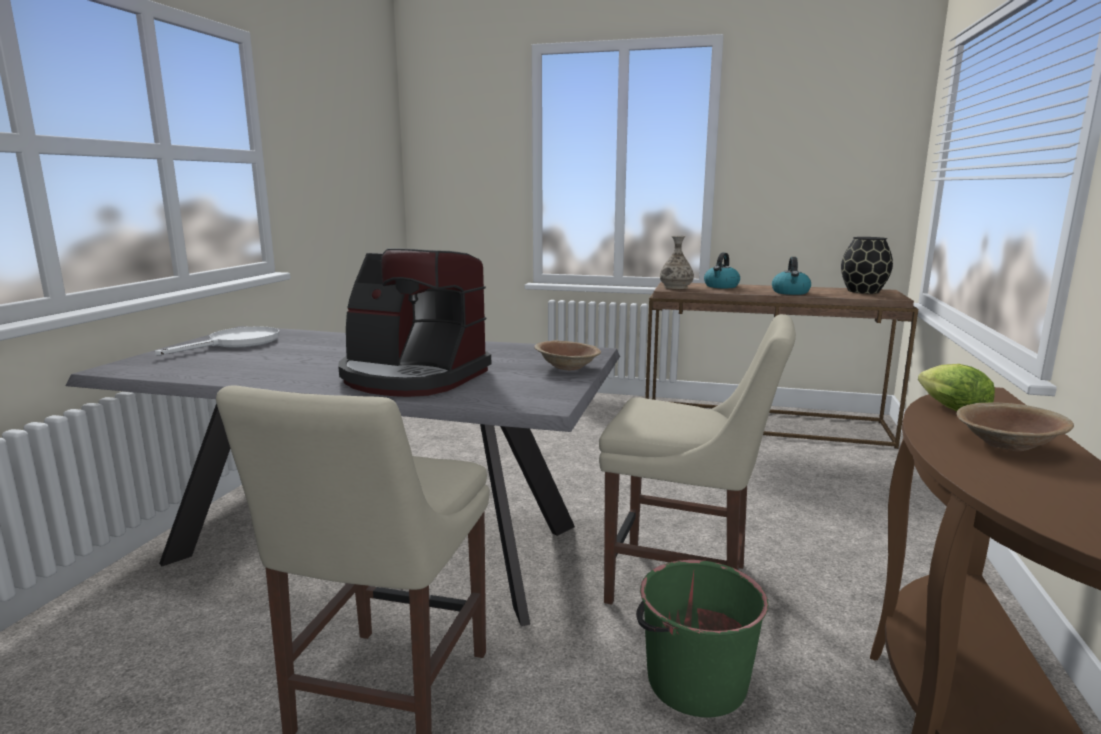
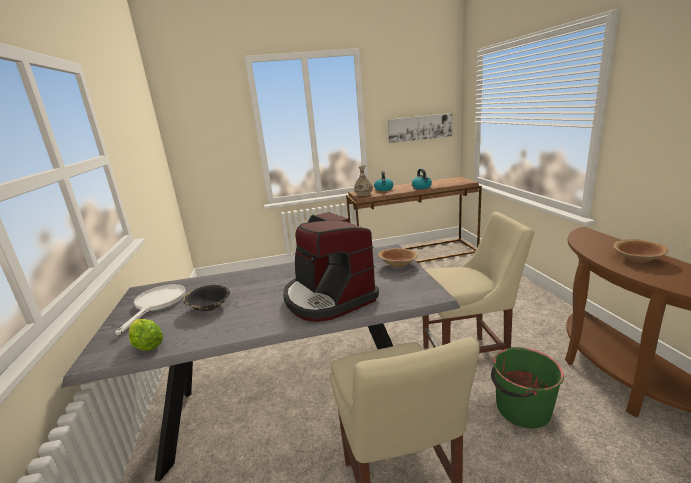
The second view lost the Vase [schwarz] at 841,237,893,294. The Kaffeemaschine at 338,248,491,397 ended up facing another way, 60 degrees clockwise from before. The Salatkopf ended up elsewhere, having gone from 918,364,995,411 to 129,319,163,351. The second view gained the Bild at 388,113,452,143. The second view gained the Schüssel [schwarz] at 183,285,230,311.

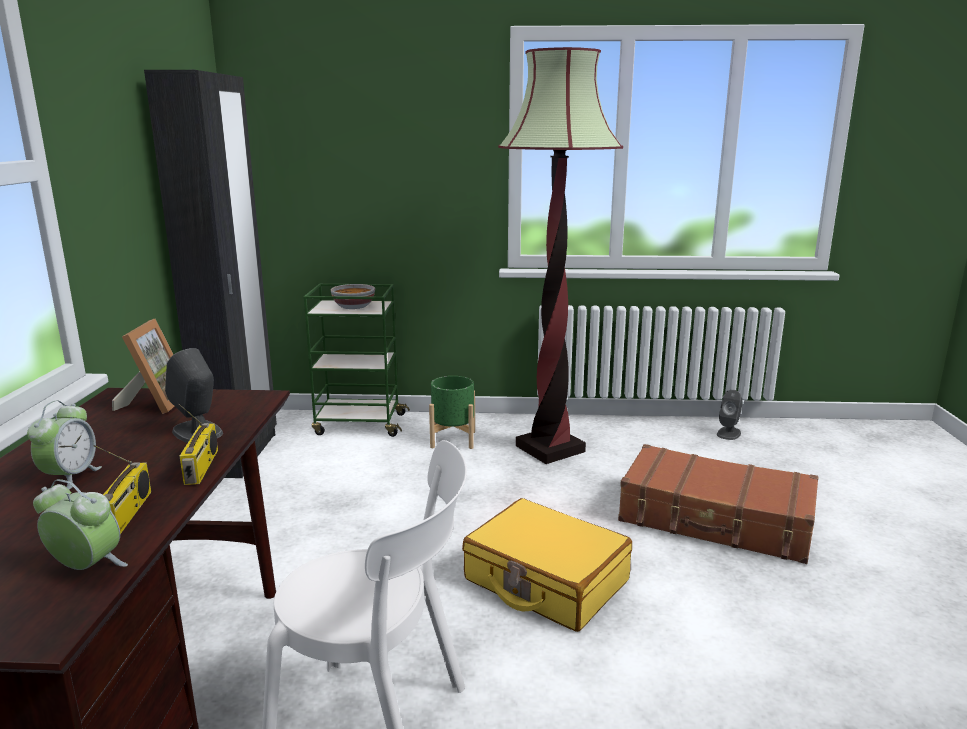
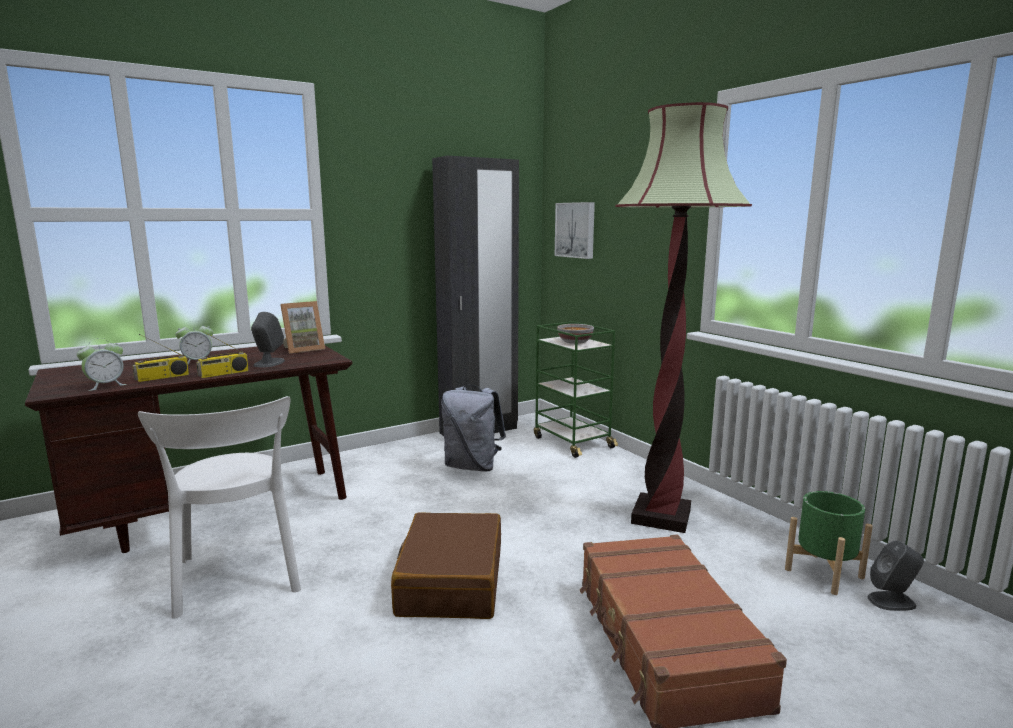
The Pflanzkübel [grün] ended up elsewhere, having gone from 429,376,475,449 to 785,491,873,595. The Wecker at 33,479,128,570 ended up facing another way, 60 degrees clockwise from before. What was the Koffer [gelb] at 462,498,632,632 turned into the Koffer [braun] at 391,513,501,619. The second view gained the Bild at 555,202,595,259. The second view gained the Rucksack [grau] at 441,385,506,472.

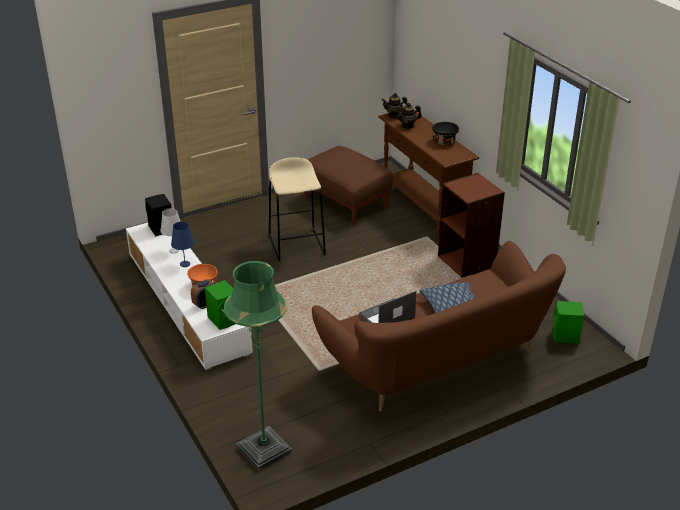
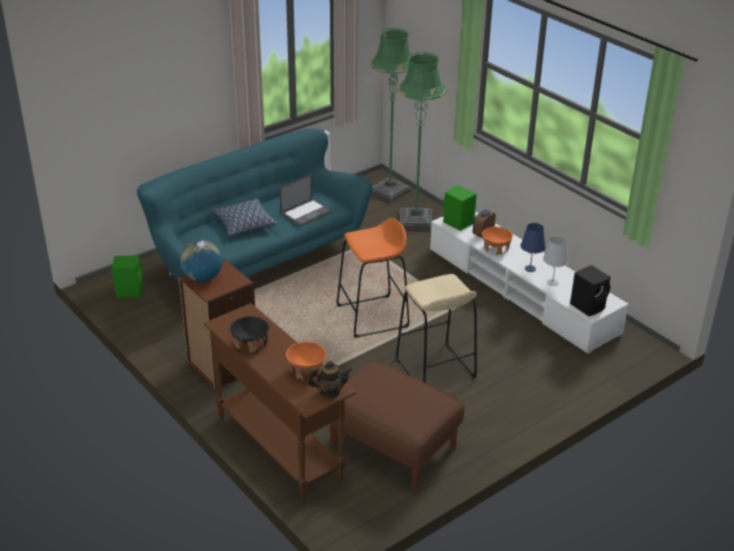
Where the Teekanne stood at 395,103,422,129, the Schüssel [orange] came to stand at 286,342,326,381. What was the Sofa [braun] at 312,241,566,411 turned into the Sofa [türkis] at 137,129,372,282. The second view gained the Stehlampe [grün] at 398,52,447,230. The second view gained the Hocker [orange] at 337,218,409,338. The second view gained the Globus at 180,240,223,282.

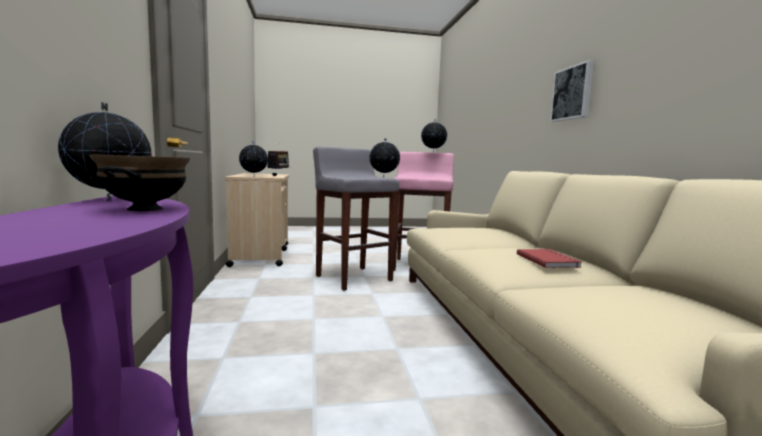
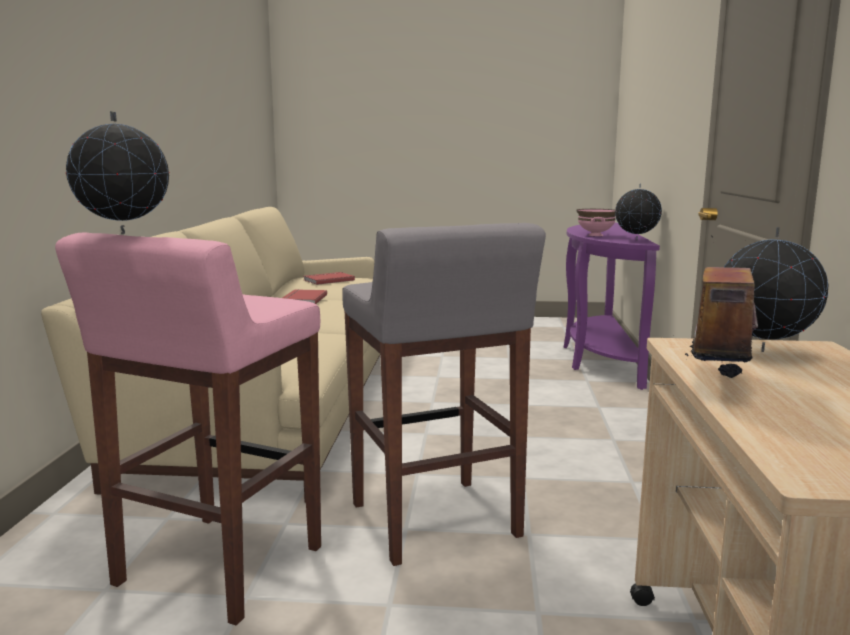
The second view lost the Bild at 550,60,594,122. The second view lost the Globus at 369,138,400,176. What was the Schüssel [schwarz] at 89,154,190,211 turned into the Schüssel [rosa] at 577,209,615,236. The second view gained the Buch [rot] at 304,272,355,285.

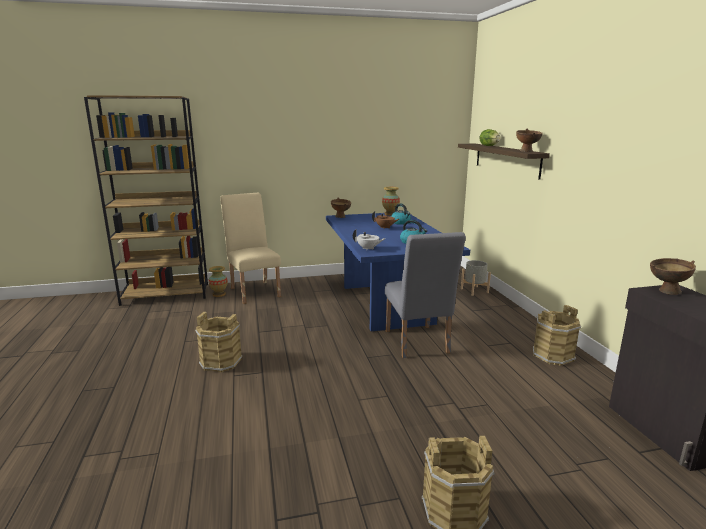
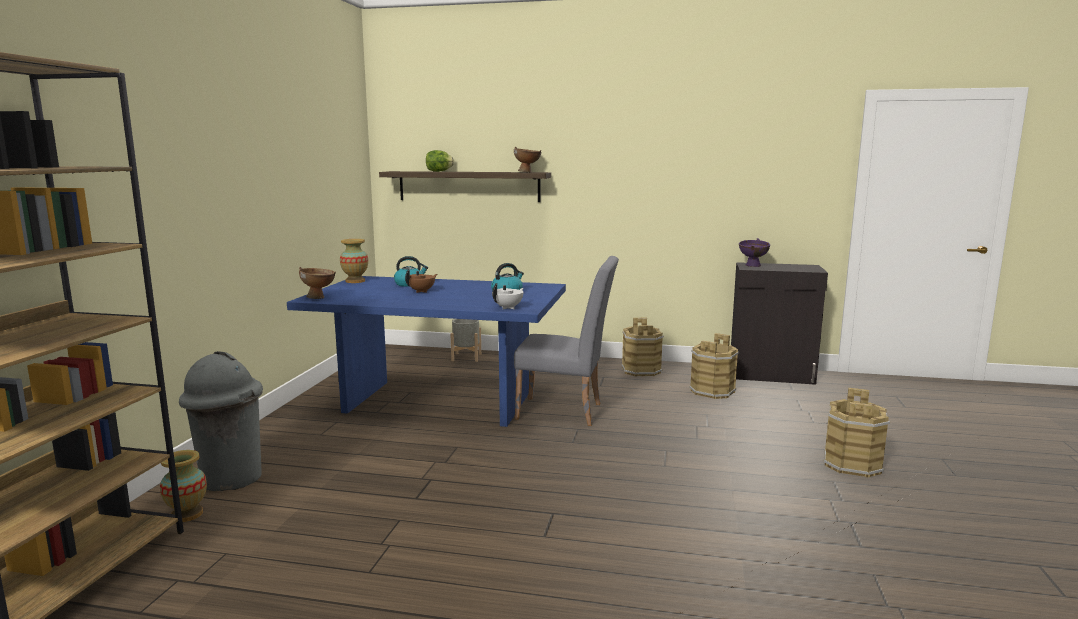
Where the Stuhl [beige] stood at 220,193,281,304, the Mülleimer [grau] came to stand at 179,351,263,491. What was the Schüssel [braun] at 650,258,696,295 turned into the Schüssel [lila] at 739,238,770,267. The Eimer [braun] ended up elsewhere, having gone from 195,312,242,373 to 689,333,739,399.

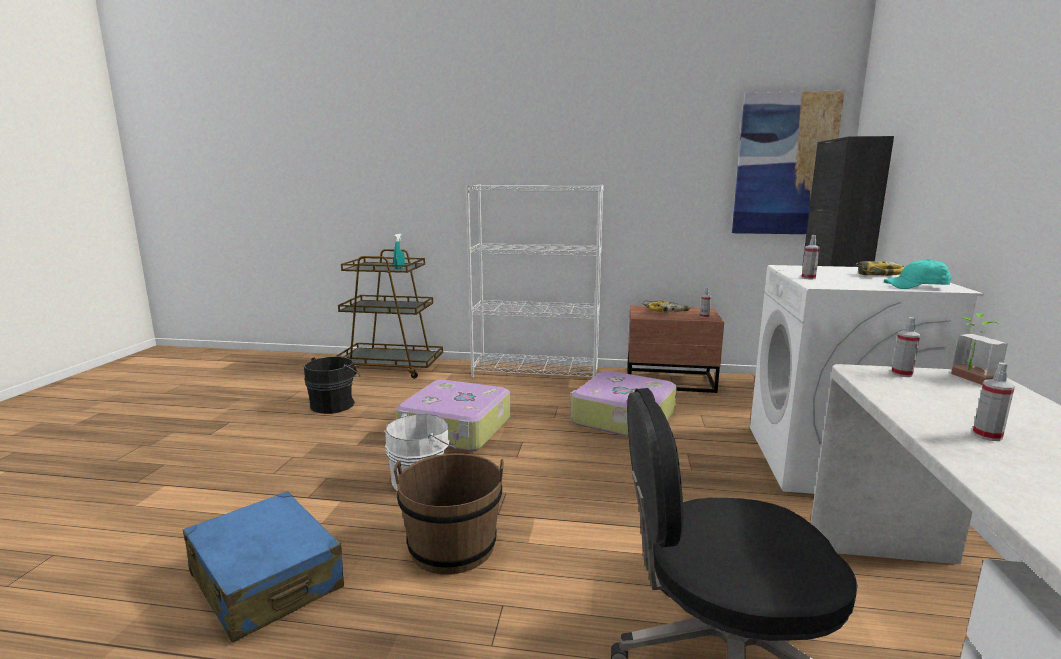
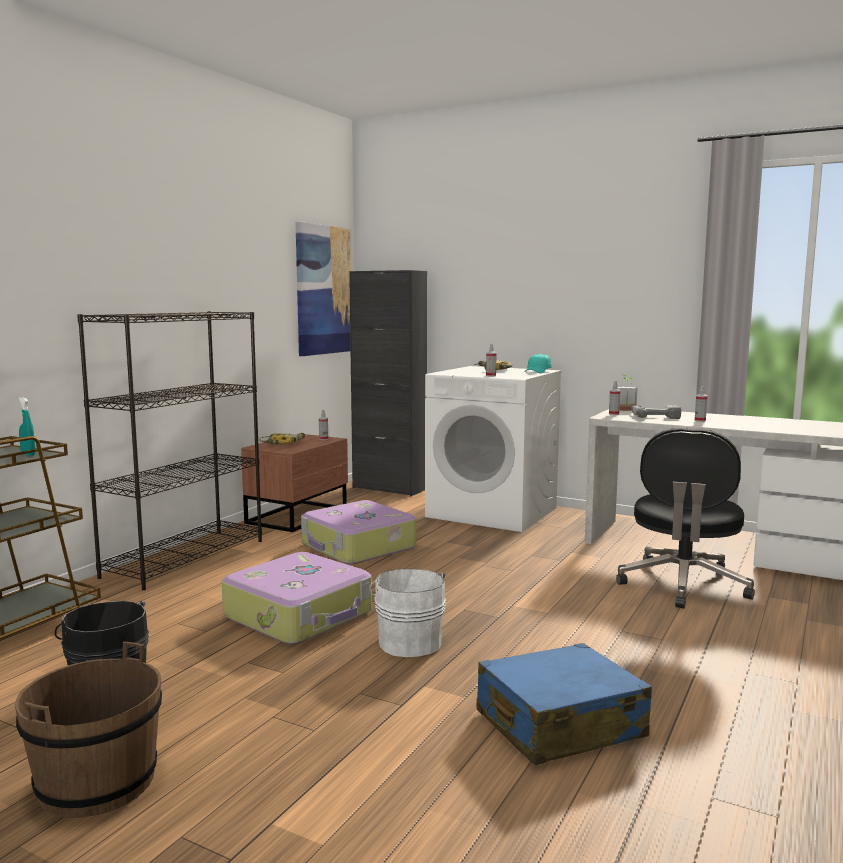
What was the Bücherregal [weiß] at 466,185,604,378 turned into the Bücherregal [schwarz] at 77,311,262,590. The Eimer [braun] ended up elsewhere, having gone from 394,453,504,574 to 15,642,162,818. The second view gained the Bohrmaschine at 631,405,681,419.

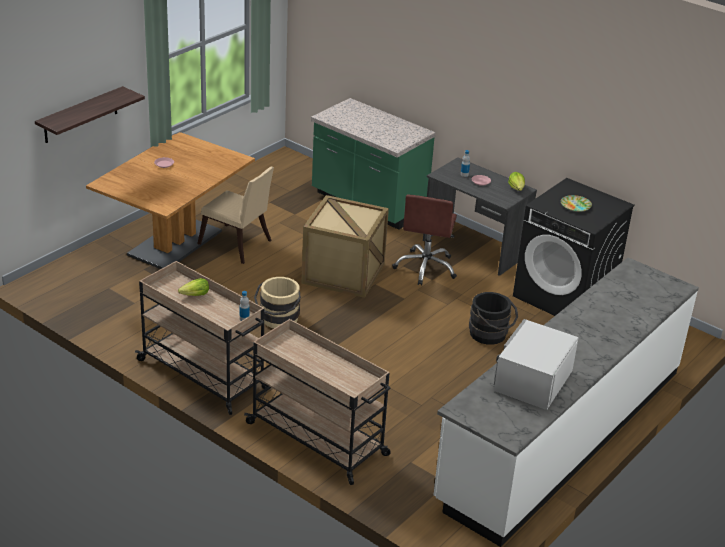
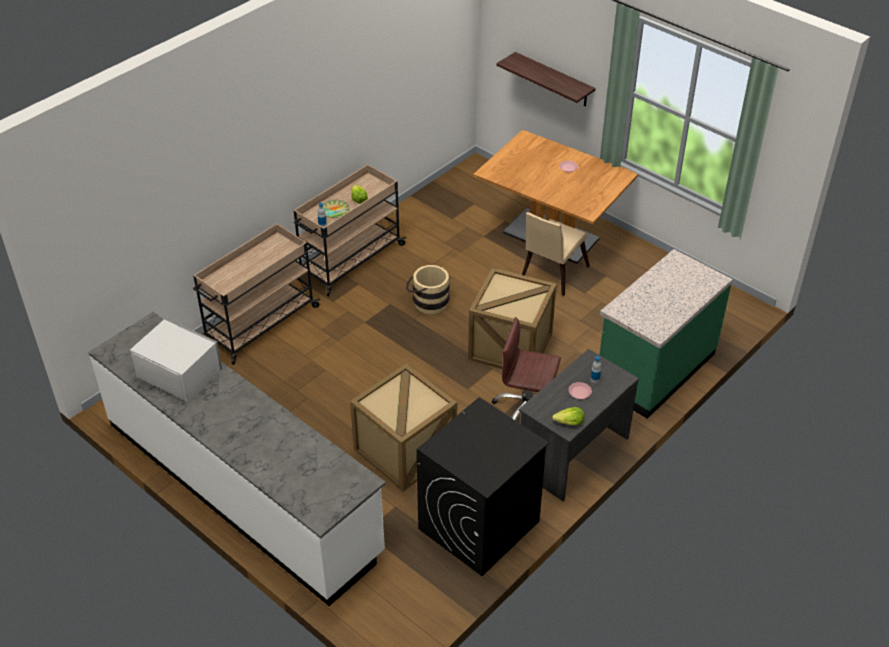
The Teller ended up elsewhere, having gone from 561,195,592,212 to 323,200,349,218. Where the Eimer [schwarz] stood at 469,292,518,345, the Kiste came to stand at 350,364,457,492.

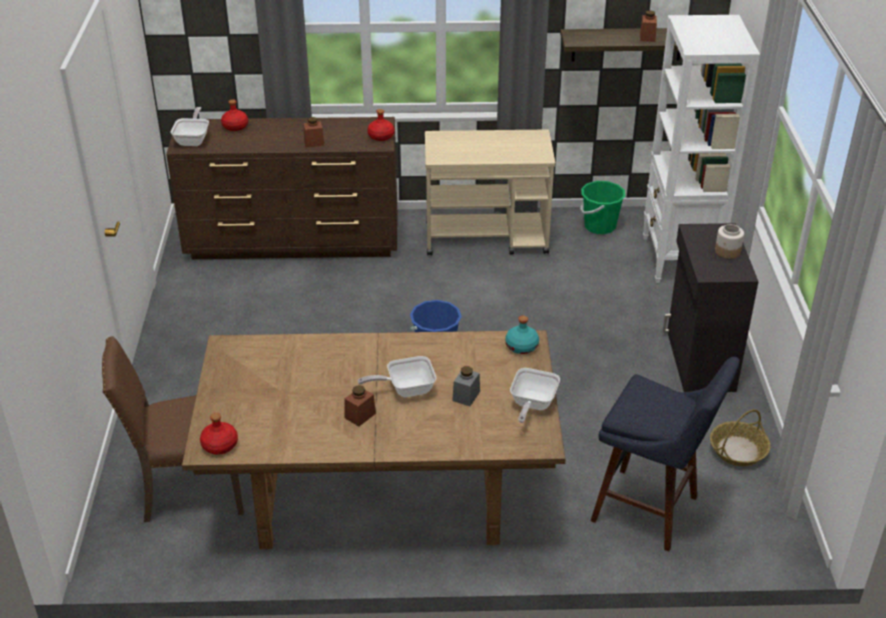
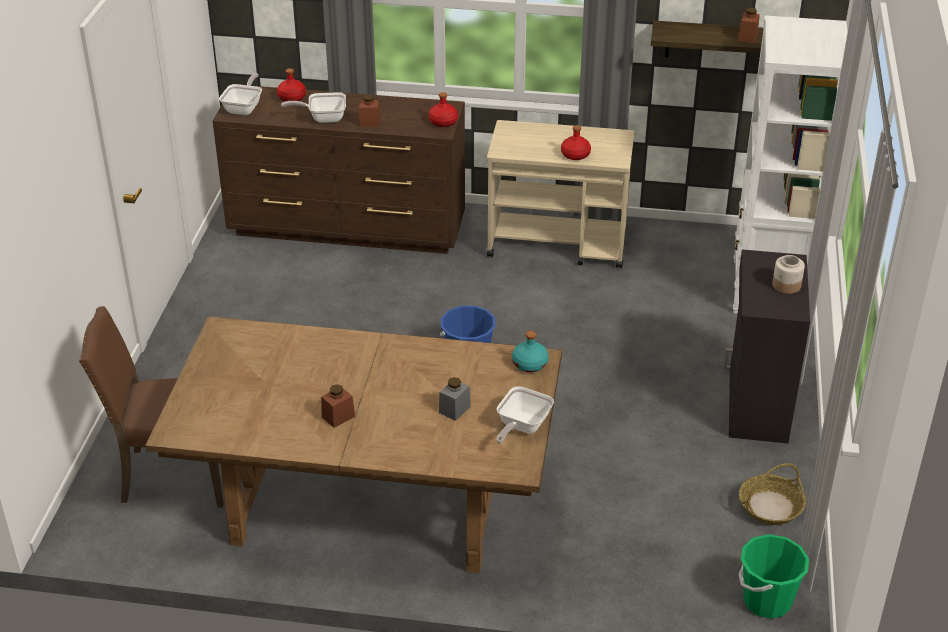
The Eimer [grün] ended up elsewhere, having gone from 580,181,625,234 to 738,534,809,619. The Pfanne ended up elsewhere, having gone from 358,356,436,397 to 281,92,346,123. The second view lost the Hocker [blau] at 591,357,740,551. The Flasche [rot] ended up elsewhere, having gone from 200,413,238,455 to 561,125,591,160.

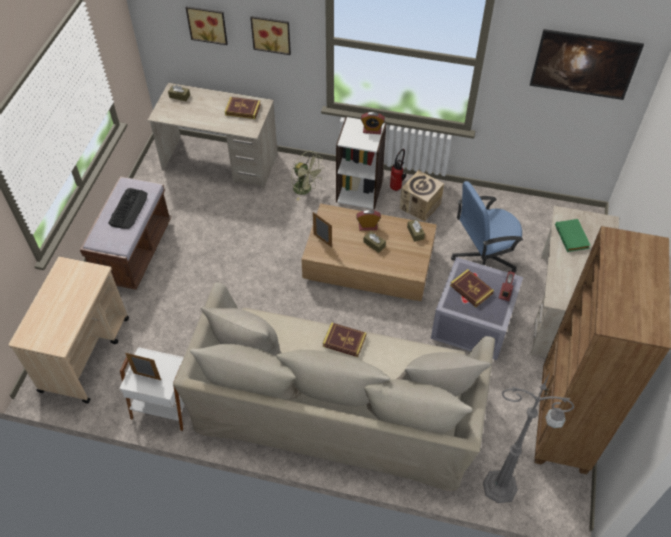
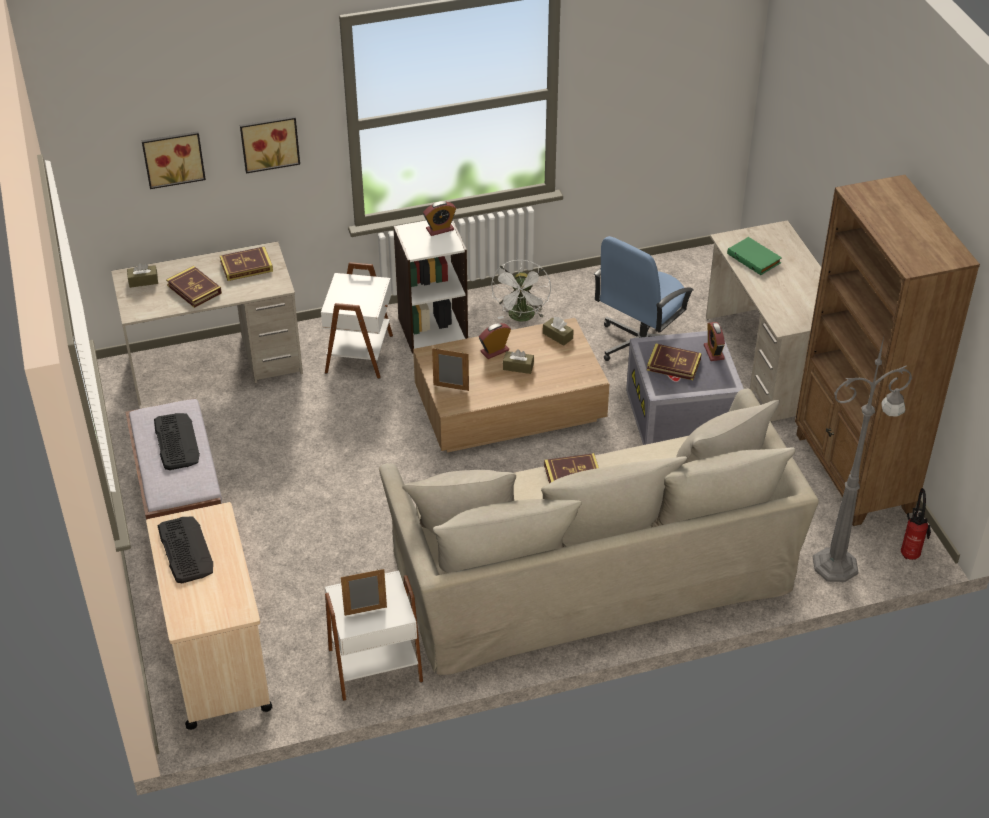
The second view lost the Bild at 530,29,644,100. The Feuerlöscher ended up elsewhere, having gone from 390,149,406,191 to 901,488,931,560. Where the Ventilator [grün] stood at 291,151,322,201, the Beistelltisch [weiß] came to stand at 321,262,393,379. Where the Karton stood at 399,170,444,222, the Ventilator [weiß] came to stand at 491,260,551,322. The second view gained the Buch at 166,266,222,308. The second view gained the Tastatur at 158,517,213,583.

